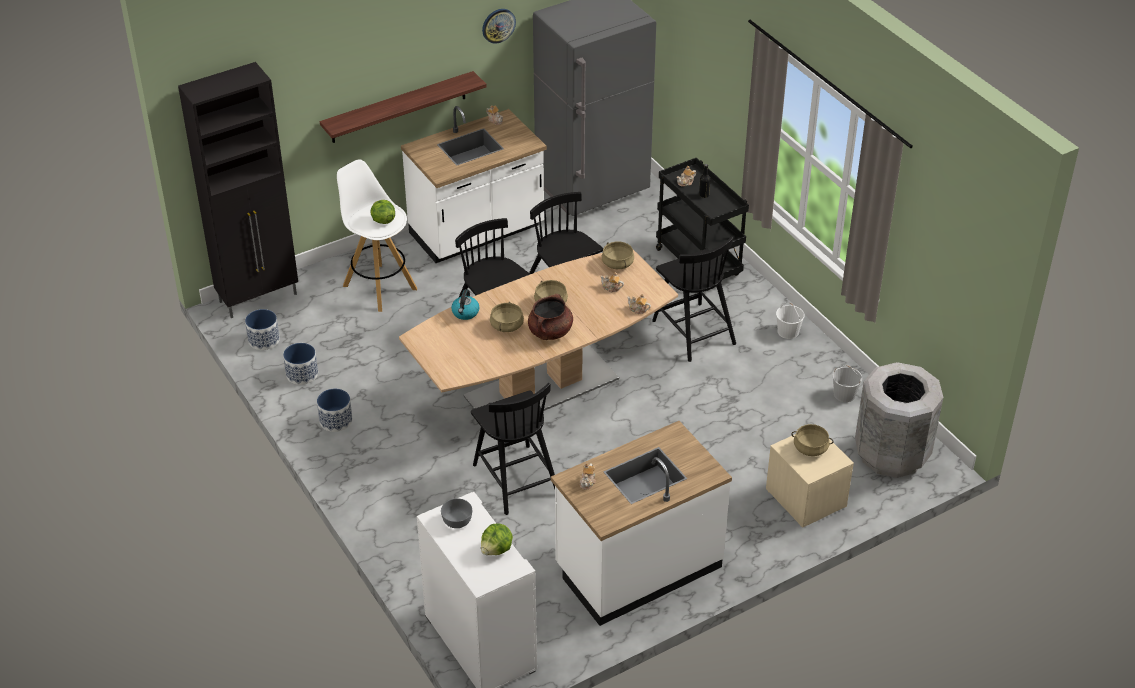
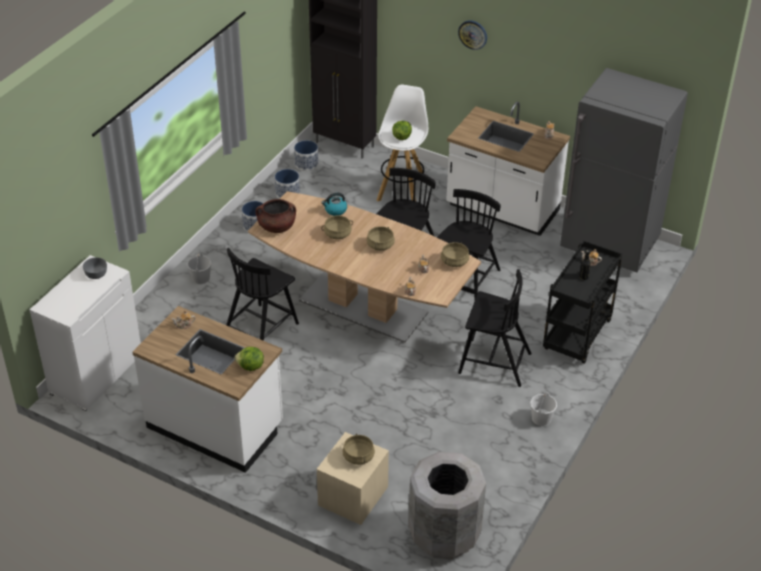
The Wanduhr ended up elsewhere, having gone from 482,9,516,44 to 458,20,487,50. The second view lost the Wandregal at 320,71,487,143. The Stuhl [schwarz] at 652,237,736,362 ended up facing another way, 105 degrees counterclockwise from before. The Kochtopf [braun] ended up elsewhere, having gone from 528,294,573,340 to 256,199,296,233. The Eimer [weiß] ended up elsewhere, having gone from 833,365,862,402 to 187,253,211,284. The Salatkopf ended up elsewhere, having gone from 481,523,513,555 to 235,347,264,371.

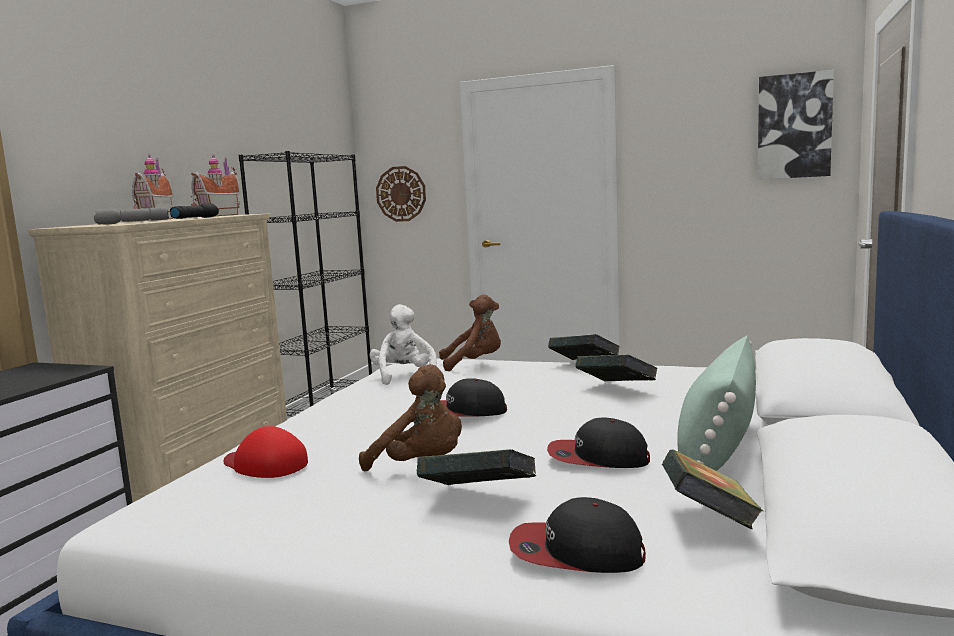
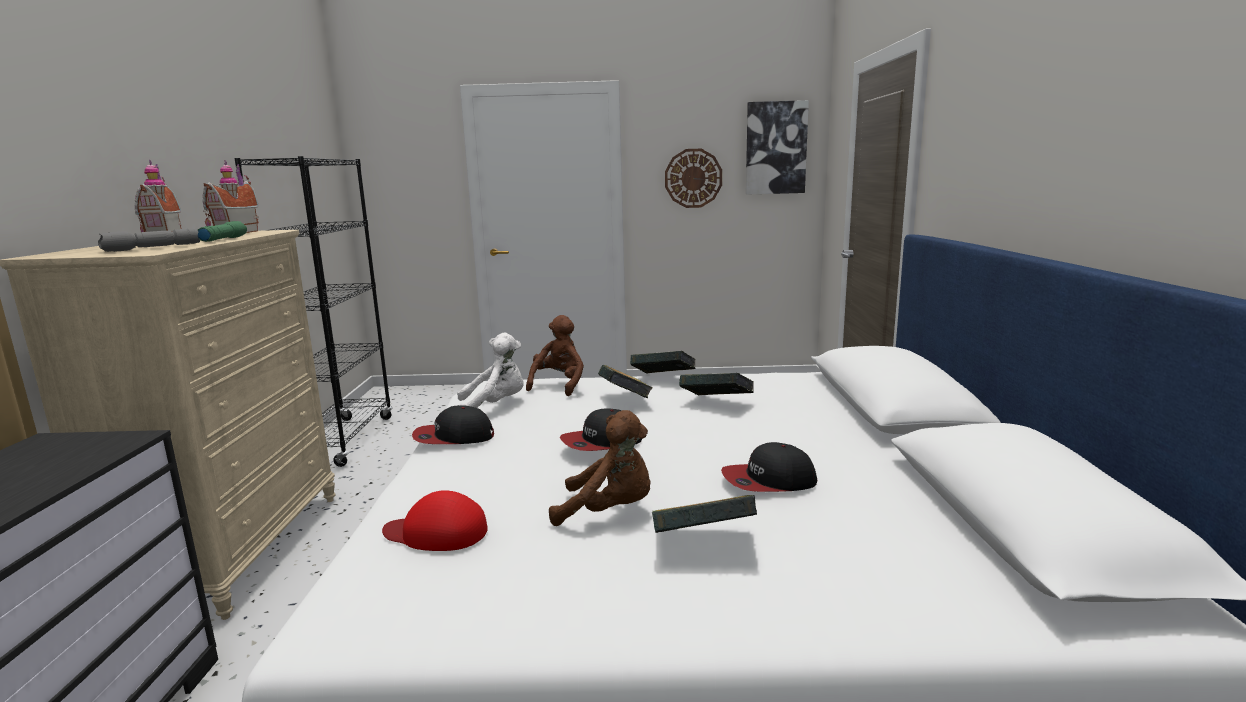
The Wanduhr ended up elsewhere, having gone from 376,166,426,222 to 665,149,722,208. What was the Taschenlampe [schwarz] at 170,204,219,219 turned into the Taschenlampe [grün] at 198,221,247,242. The Plüschtier [braun] at 439,295,501,371 ended up facing another way, 45 degrees counterclockwise from before. The Plüschtier [weiß] at 369,304,437,385 ended up facing another way, 105 degrees clockwise from before. The second view lost the Kissen [grün] at 677,335,756,471. The Buch ended up elsewhere, having gone from 662,449,763,529 to 598,365,653,398. The Kappe ended up elsewhere, having gone from 509,497,646,573 to 412,405,494,444.

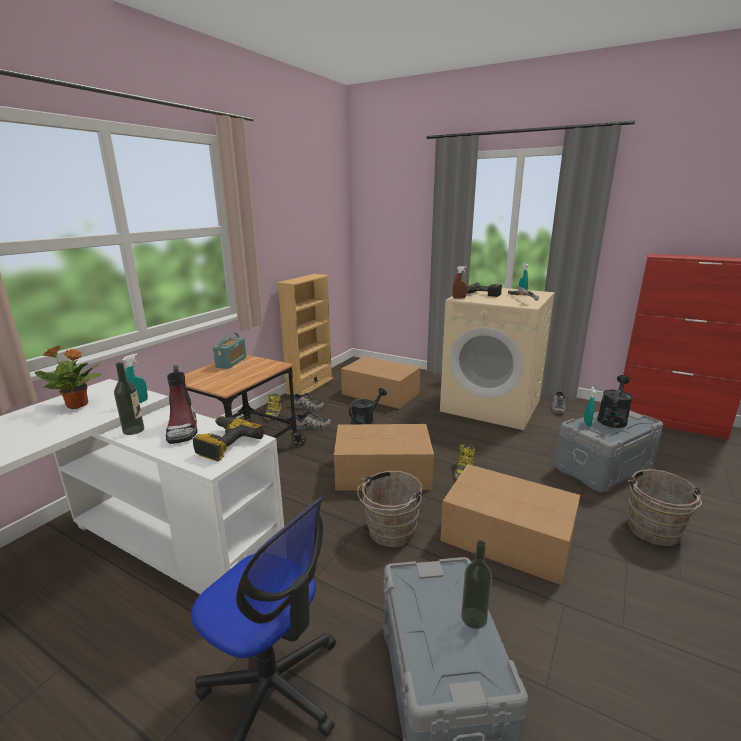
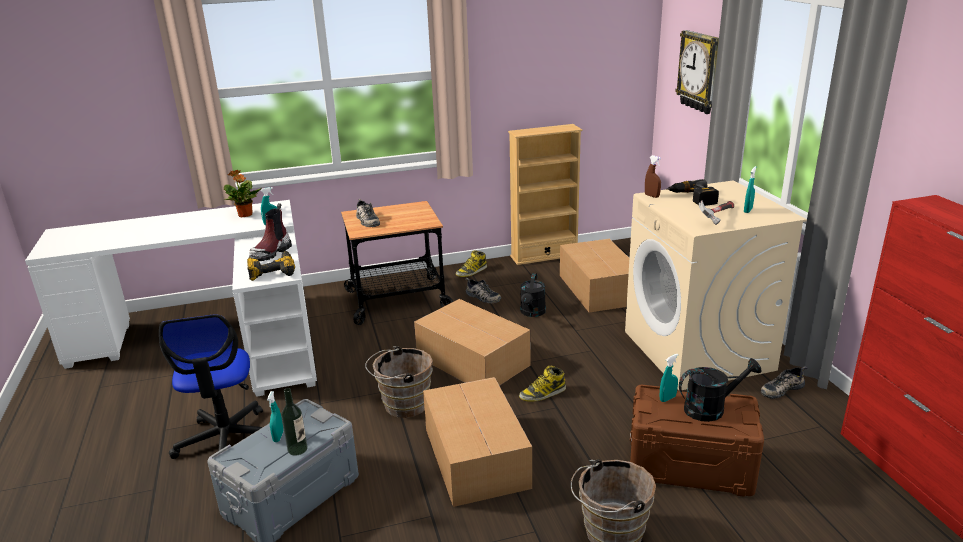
The second view lost the Radio at 213,333,247,369. The second view lost the Flasche at 114,362,144,435. The Gießkanne [schwarz] at 349,388,387,424 ended up facing another way, 105 degrees clockwise from before. The Schuh ended up elsewhere, having gone from 293,393,325,411 to 356,199,380,227. What was the Aufbewahrungsbox [grau] at 555,410,663,492 turned into the Aufbewahrungsbox [braun] at 630,385,764,497. The second view gained the Wanduhr at 675,30,719,114. The second view gained the Sprühflasche [türkis] at 267,391,283,442.

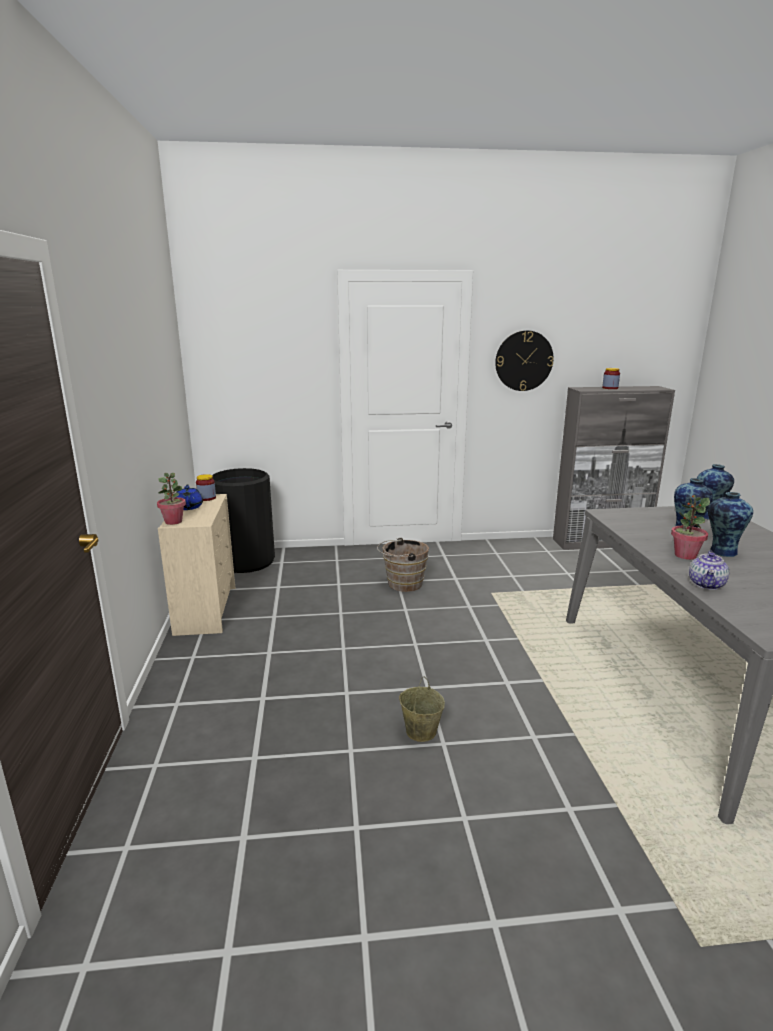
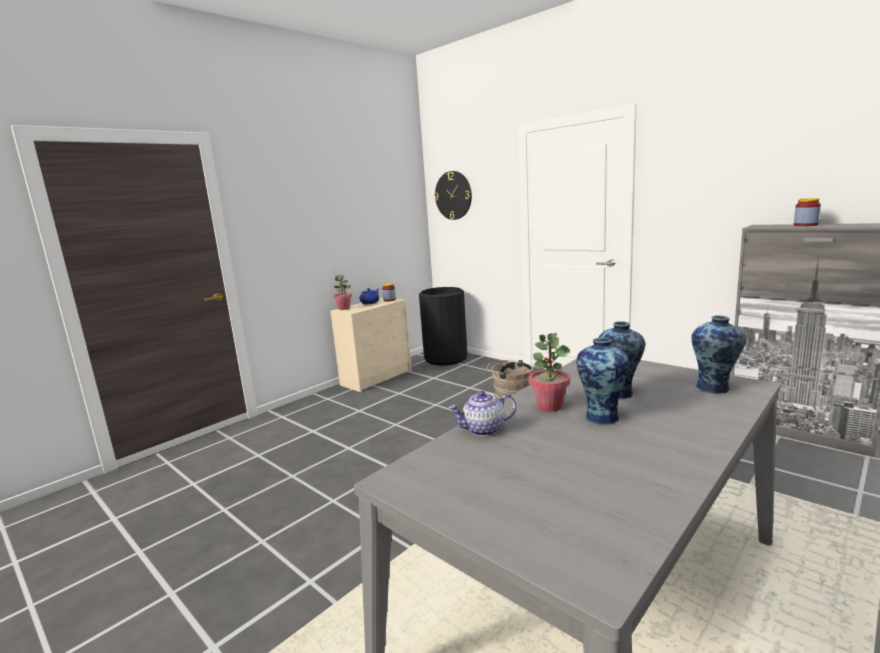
The Wanduhr ended up elsewhere, having gone from 495,330,554,391 to 434,171,472,220. The second view lost the Eimer [beige] at 399,677,445,742.

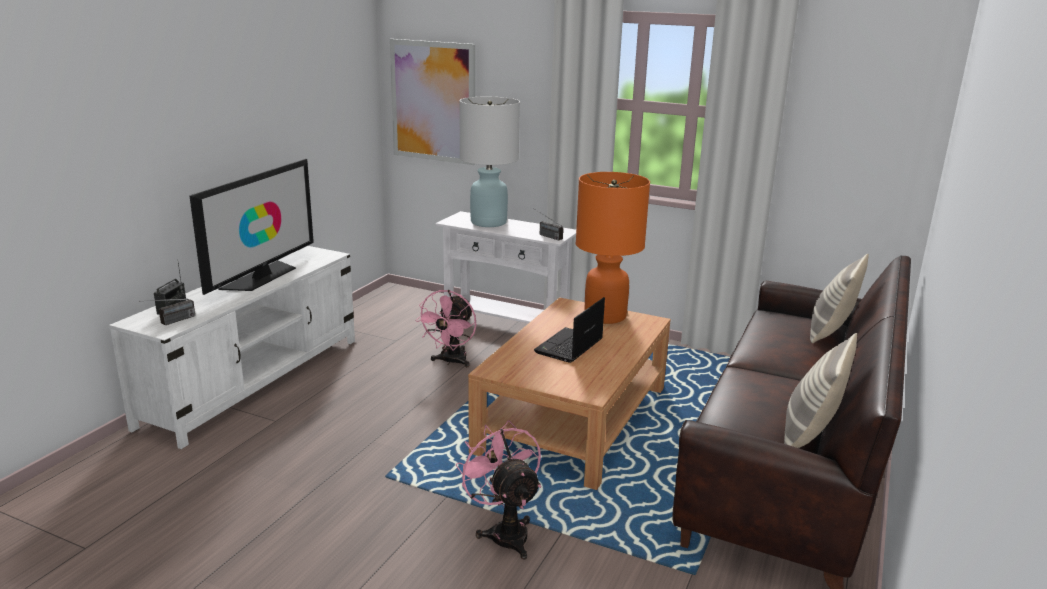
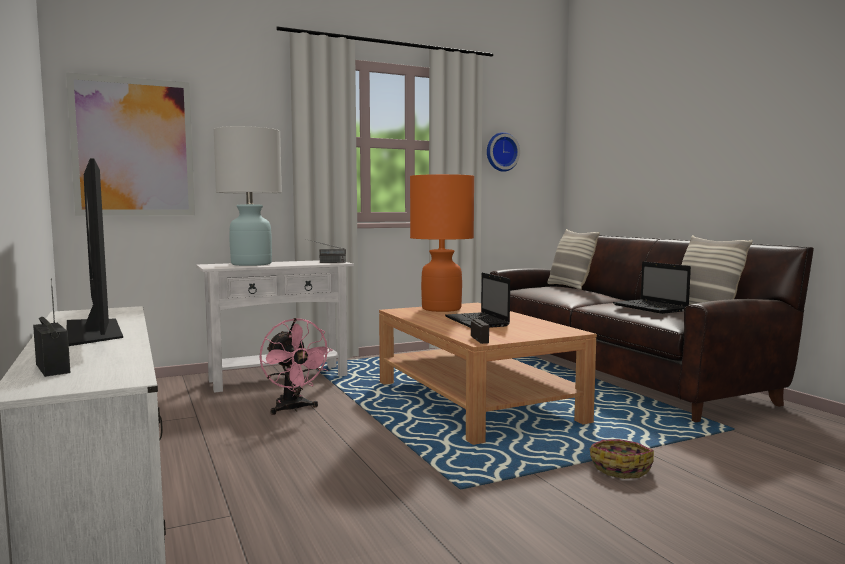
The Radio ended up elsewhere, having gone from 139,299,195,325 to 471,314,489,344. Where the Ventilator [rosa] stood at 456,420,541,559, the Korb came to stand at 590,439,654,479. The second view gained the Wanduhr at 487,132,520,172. The second view gained the Laptop at 613,262,691,314.

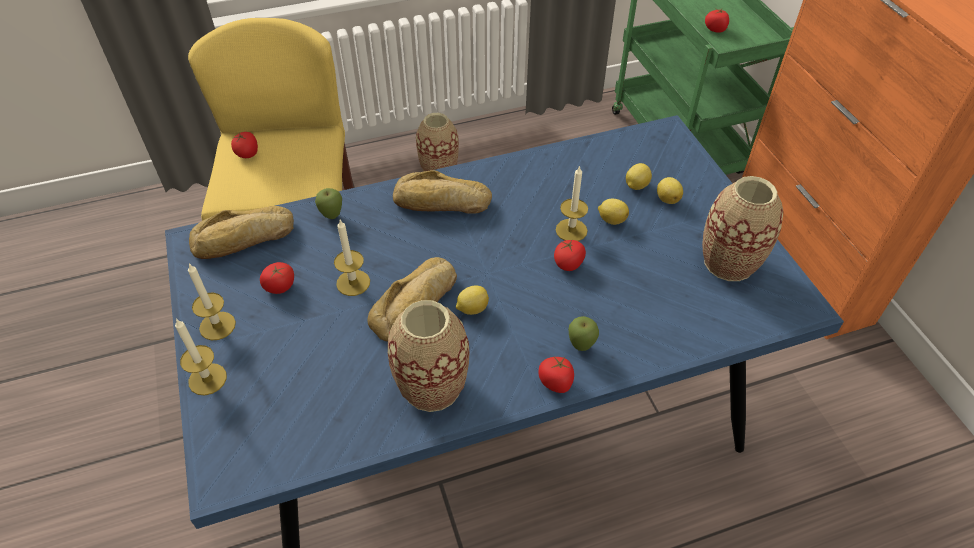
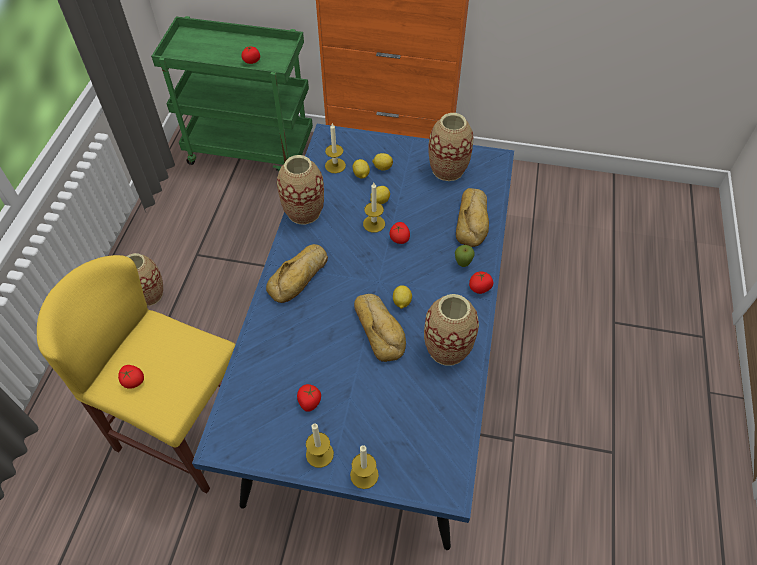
The second view lost the Apfel at 315,188,342,219. The Brot ended up elsewhere, having gone from 189,206,294,259 to 456,188,489,247. The Kerze ended up elsewhere, having gone from 334,220,370,296 to 325,123,346,173. The second view gained the Vase at 277,155,324,225.

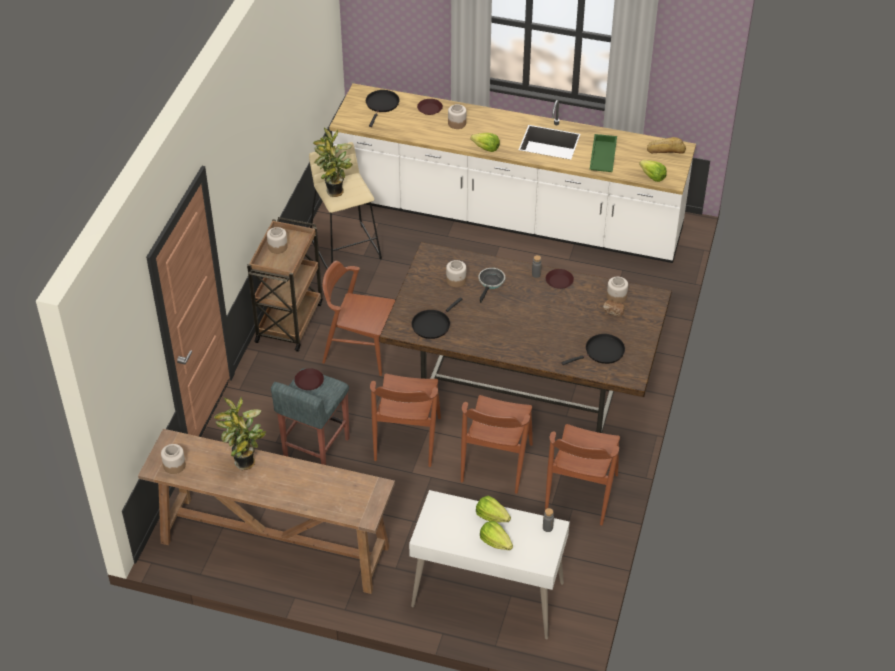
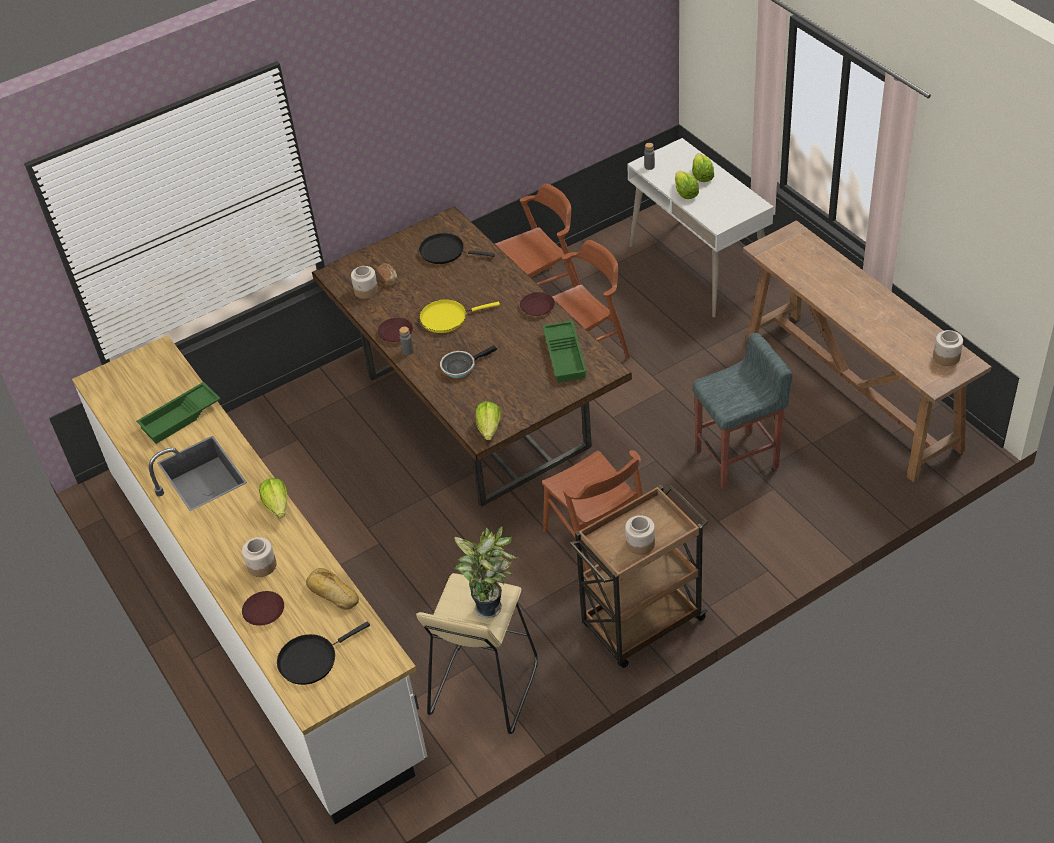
The Brot ended up elsewhere, having gone from 647,137,686,154 to 306,568,359,609. The Salatkopf ended up elsewhere, having gone from 639,160,667,182 to 476,401,501,440. The second view lost the Vorratsglas at 446,260,466,287. Where the Pfanne [schwarz] stood at 411,297,463,339, the Tablett [grün] came to stand at 542,320,587,383. The Teller [braun] ended up elsewhere, having gone from 294,369,324,390 to 520,292,555,316. The second view lost the Stuhl [braun] at 370,374,441,467. The second view lost the Topfpflanze at 214,397,266,470. The second view gained the Pfanne [gelb] at 419,299,500,333.

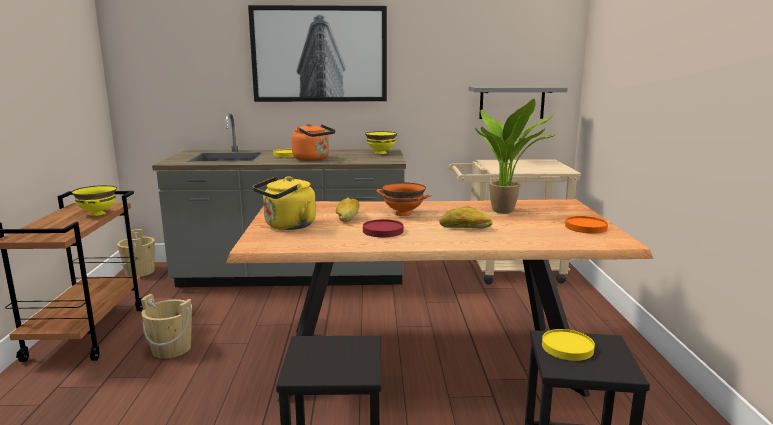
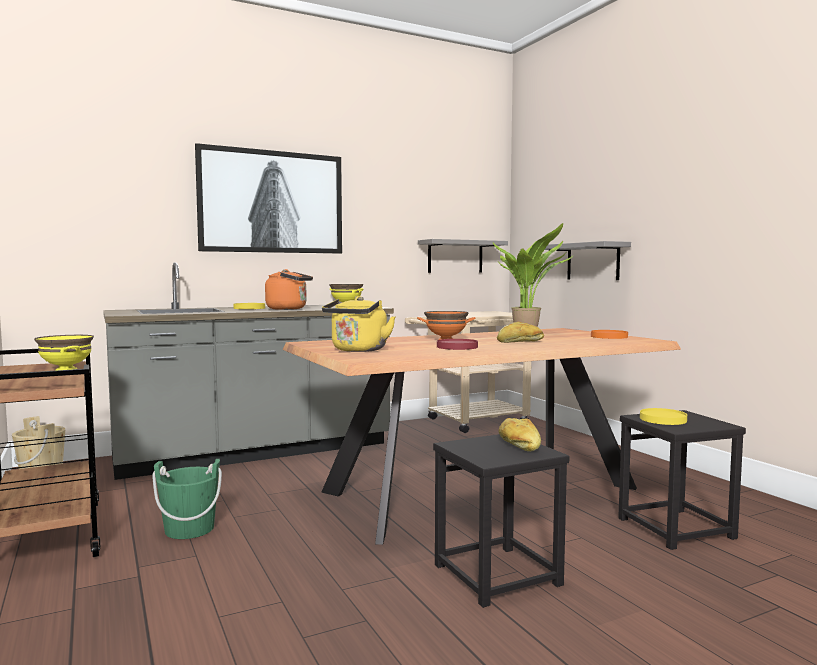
The Brot ended up elsewhere, having gone from 336,198,360,222 to 499,418,541,452. What was the Eimer [beige] at 141,294,192,359 turned into the Eimer [grün] at 152,459,222,539. The second view gained the Wandregal [grau] at 545,241,631,280.

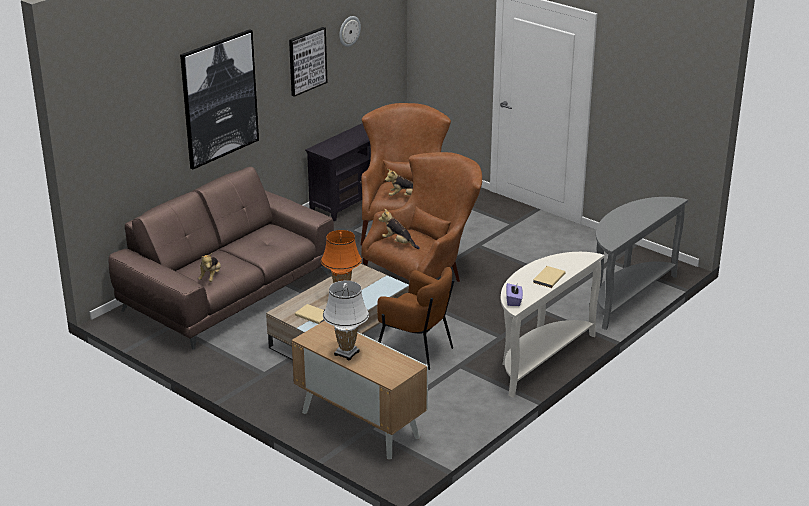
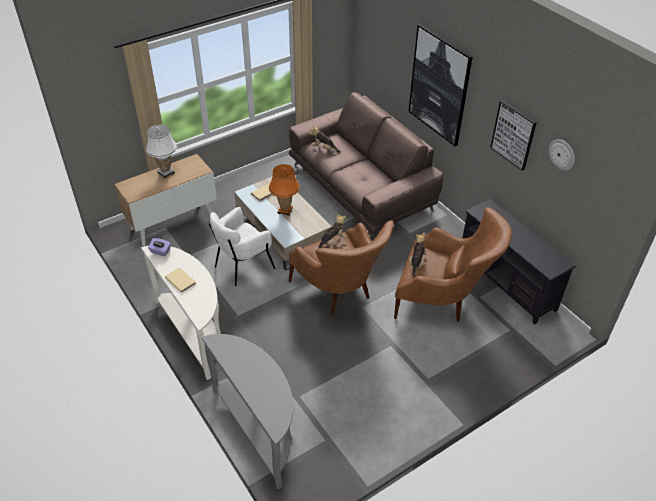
What was the Sessel [braun] at 377,267,455,370 turned into the Sessel [weiß] at 209,207,276,286.

